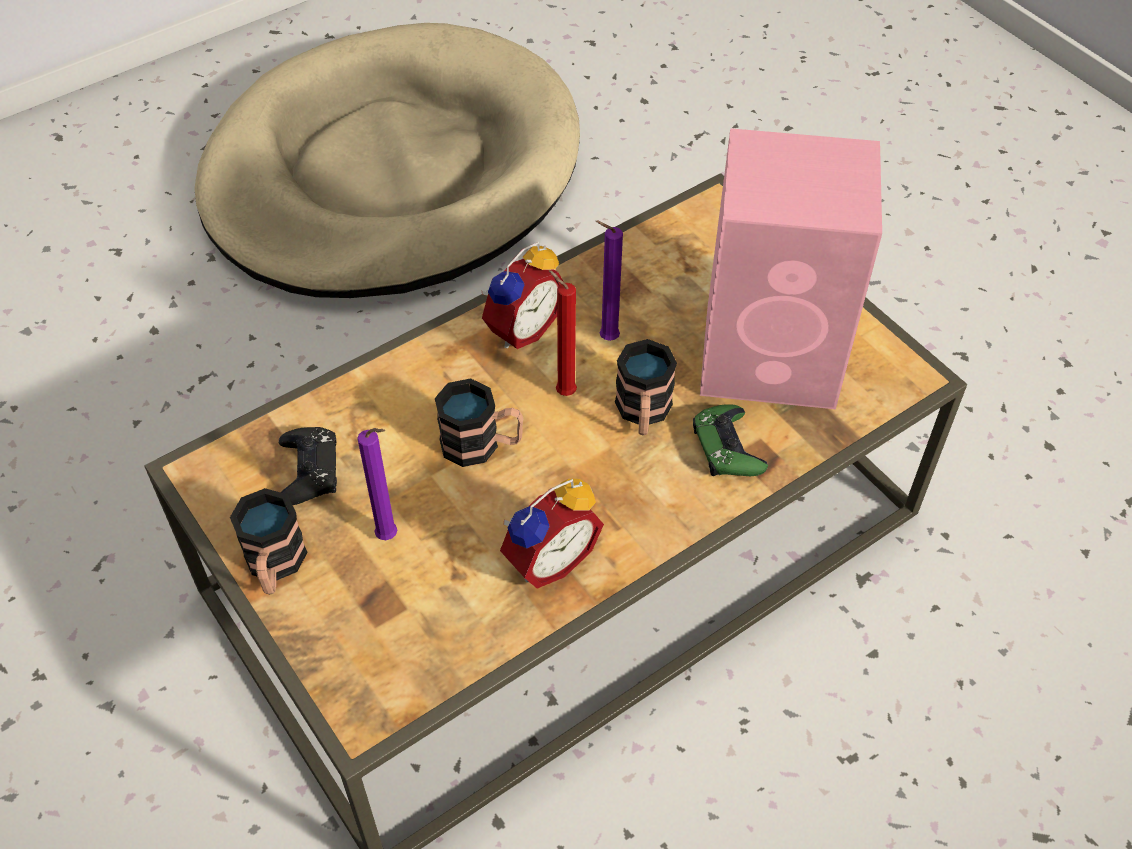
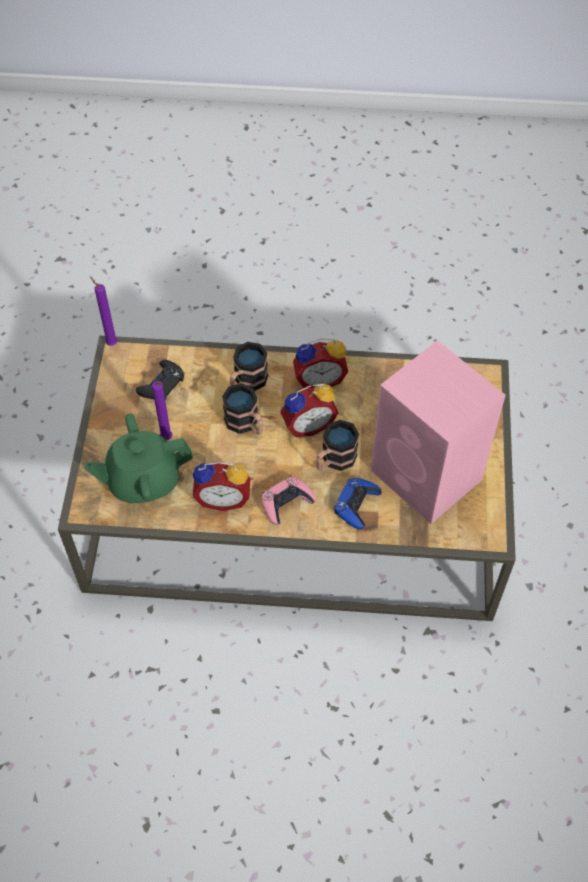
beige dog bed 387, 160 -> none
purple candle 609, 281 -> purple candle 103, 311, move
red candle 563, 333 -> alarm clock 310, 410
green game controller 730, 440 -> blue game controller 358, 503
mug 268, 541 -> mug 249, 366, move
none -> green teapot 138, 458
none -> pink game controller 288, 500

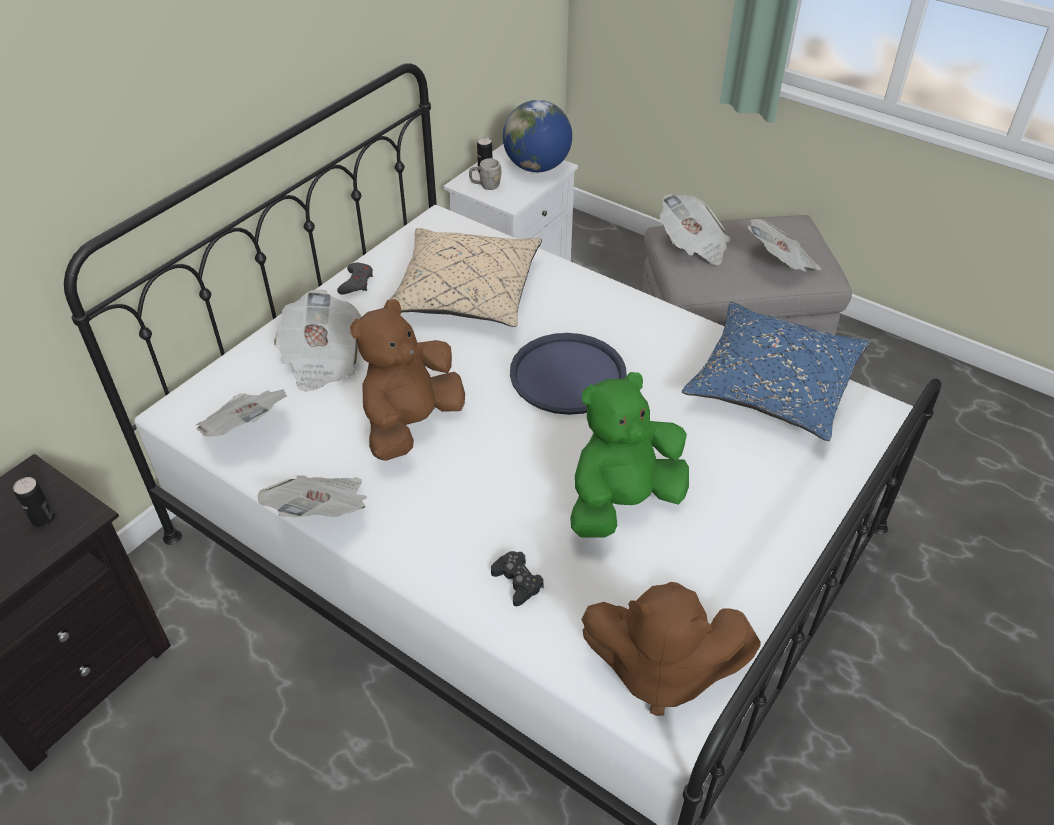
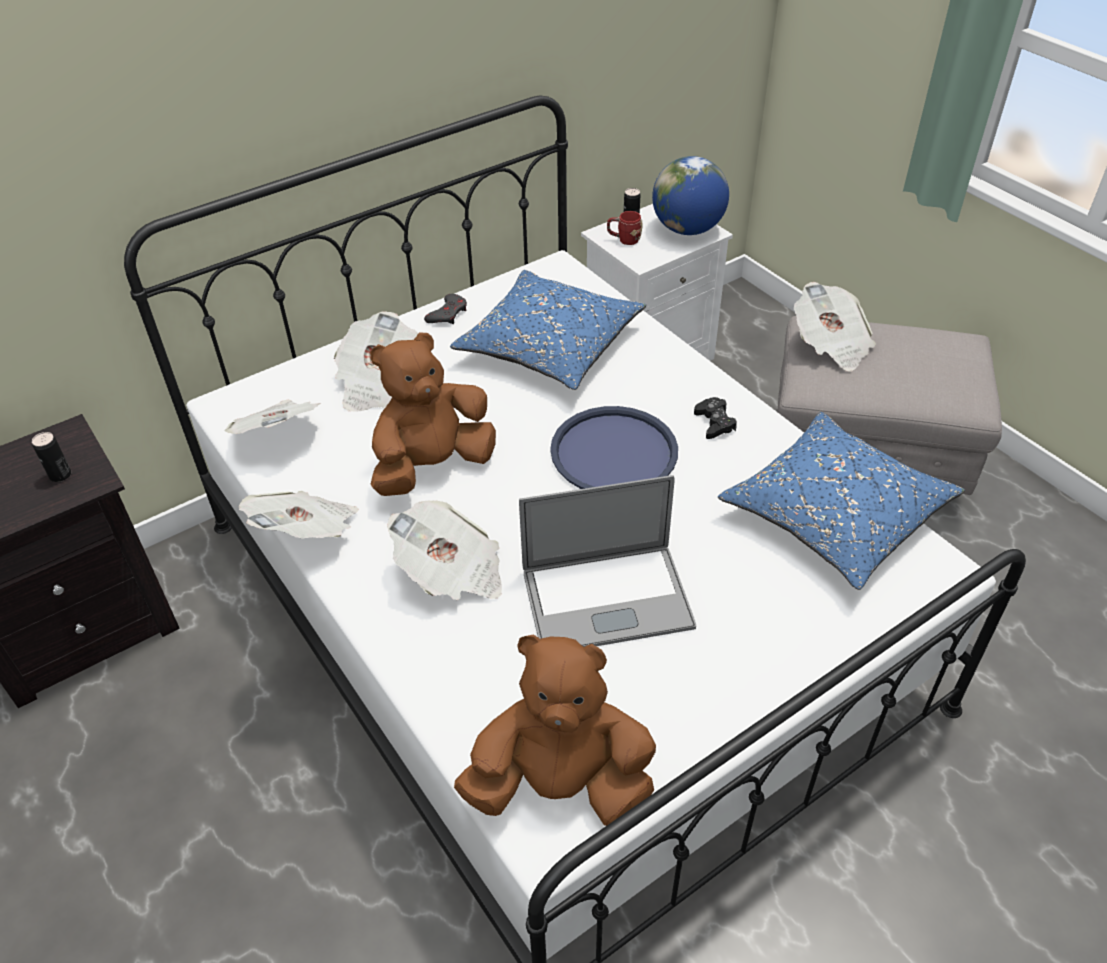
grey mug 485, 174 -> red mug 624, 228
newspaper 784, 245 -> newspaper 444, 550, move
beige pillow 465, 277 -> blue pillow 548, 330
green plush toy 629, 454 -> laptop 607, 561
black game controller 517, 578 -> black game controller 715, 418, move
brown plush toy 671, 649 -> brown plush toy 555, 730, 150 degrees clockwise

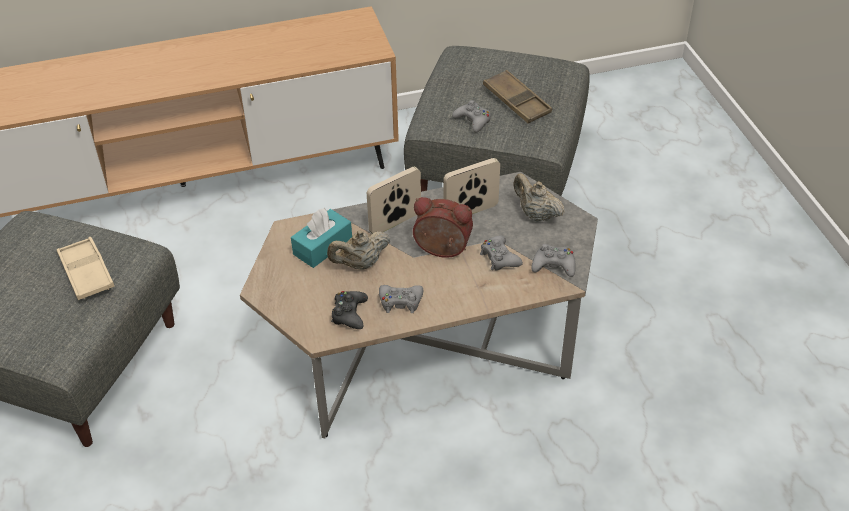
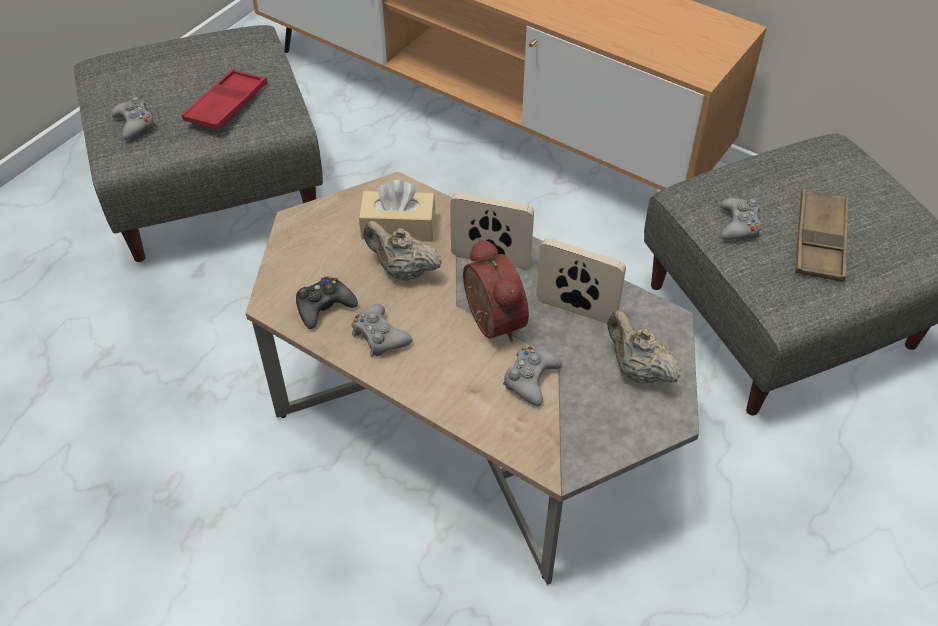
beige teapot 539, 198 -> beige teapot 644, 346, 45 degrees counterclockwise
turquoise tissue box 321, 238 -> beige tissue box 397, 211
beige tray 86, 268 -> red tray 225, 99
grey game controller 553, 260 -> grey game controller 133, 118, move

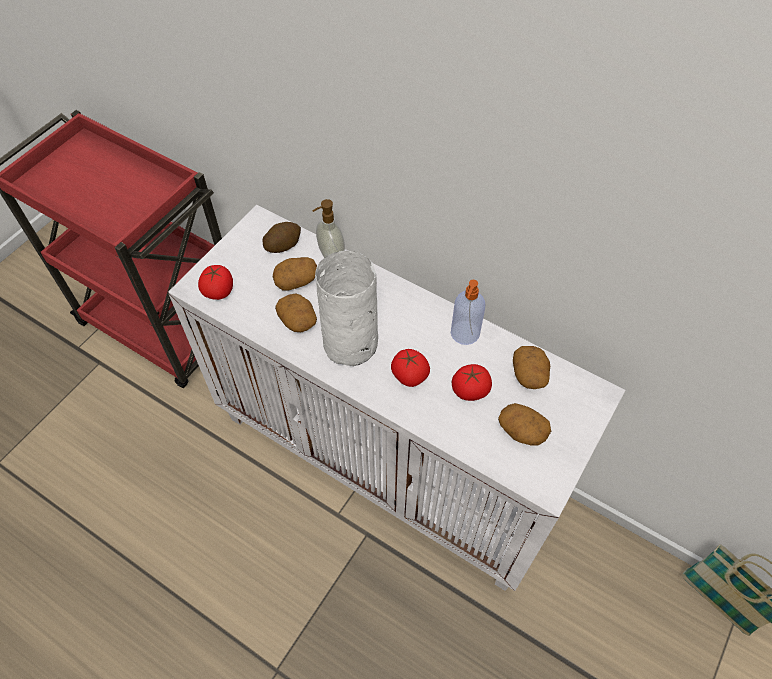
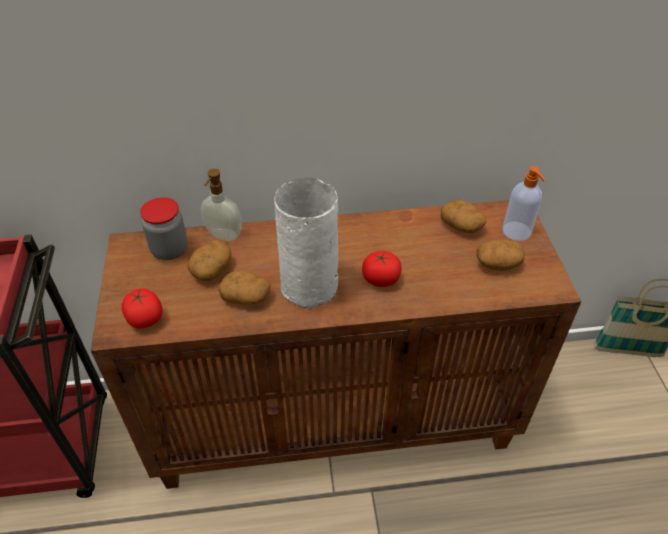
white cabinet 397, 398 -> brown cabinet 336, 344
potato 282, 237 -> jar 164, 228
soap dispenser 468, 312 -> soap dispenser 523, 203, move
tomato 472, 382 -> none

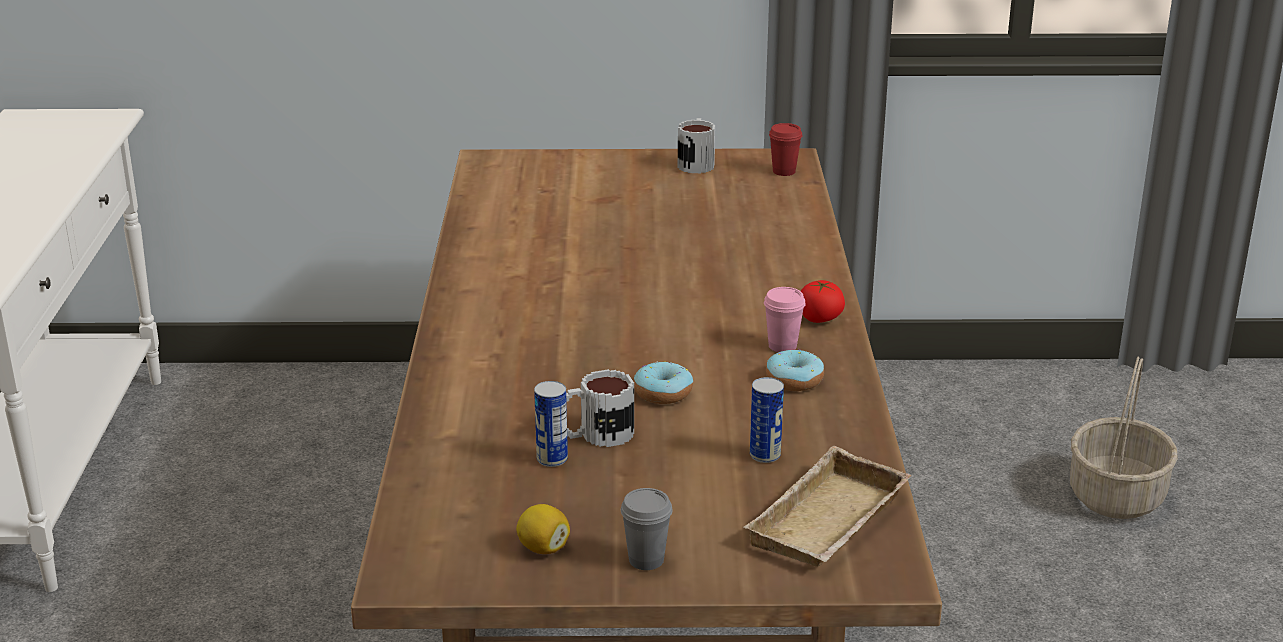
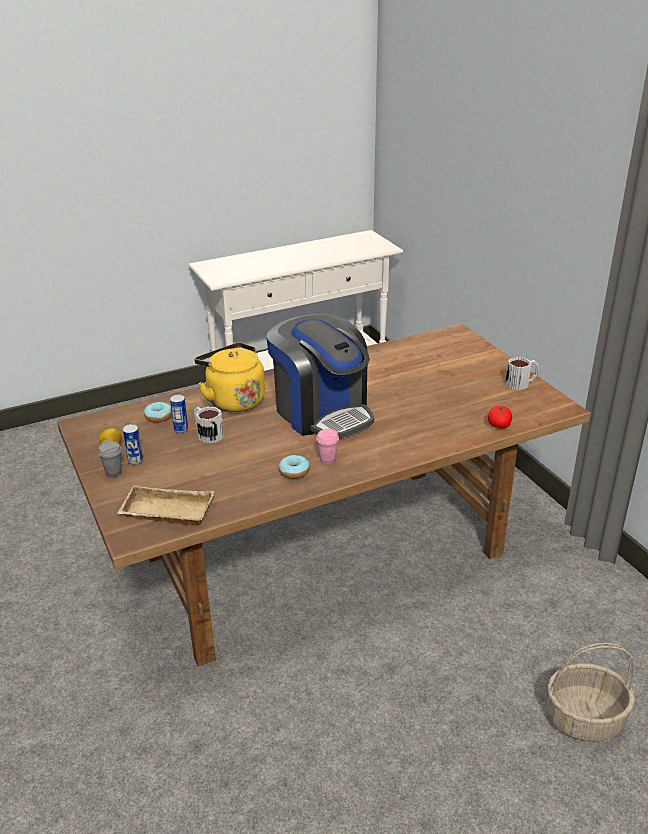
red cup 786, 149 -> none
tomato 823, 301 -> tomato 500, 417, move
donut 663, 382 -> donut 158, 412, move
can 767, 420 -> can 133, 444, move
none -> coffee machine 320, 376
none -> yellow kettle 229, 377

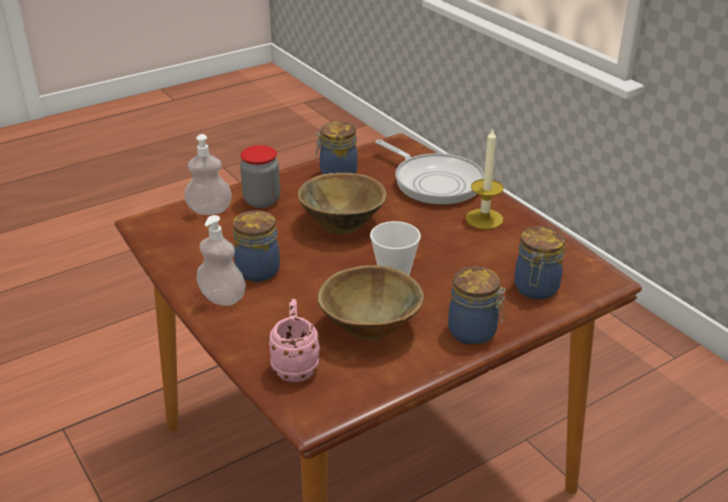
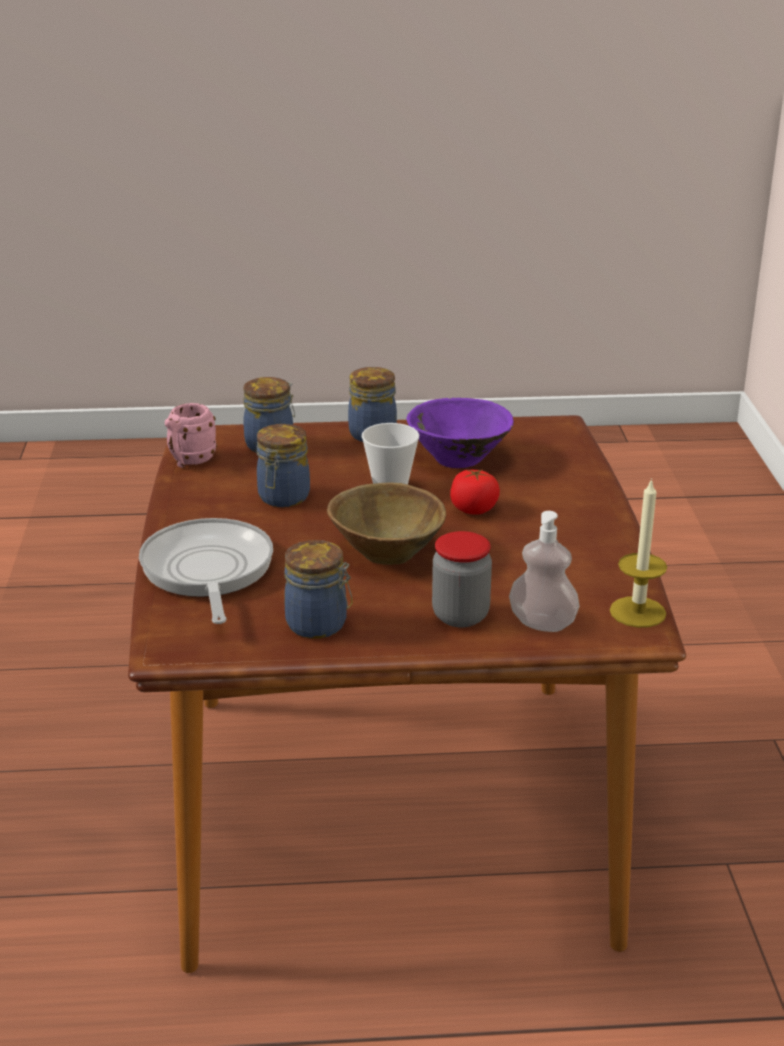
candle 485, 178 -> candle 638, 553, move
jar 256, 246 -> jar 283, 465, move
soap dispenser 221, 260 -> none
brown bowl 371, 303 -> purple bowl 460, 433
pink mug 294, 340 -> pink mug 191, 435, move
none -> tomato 475, 492

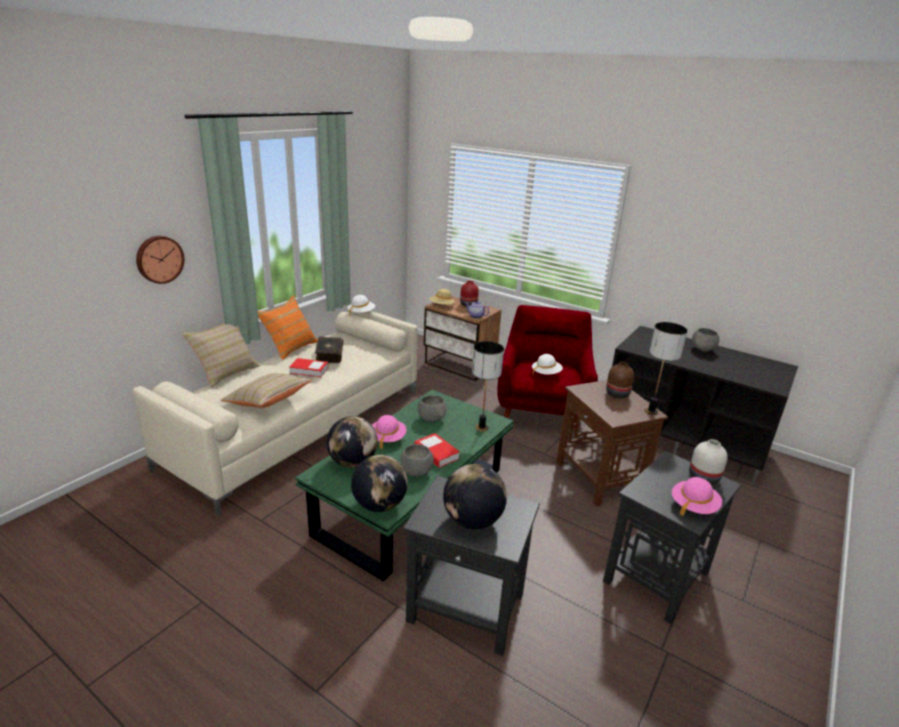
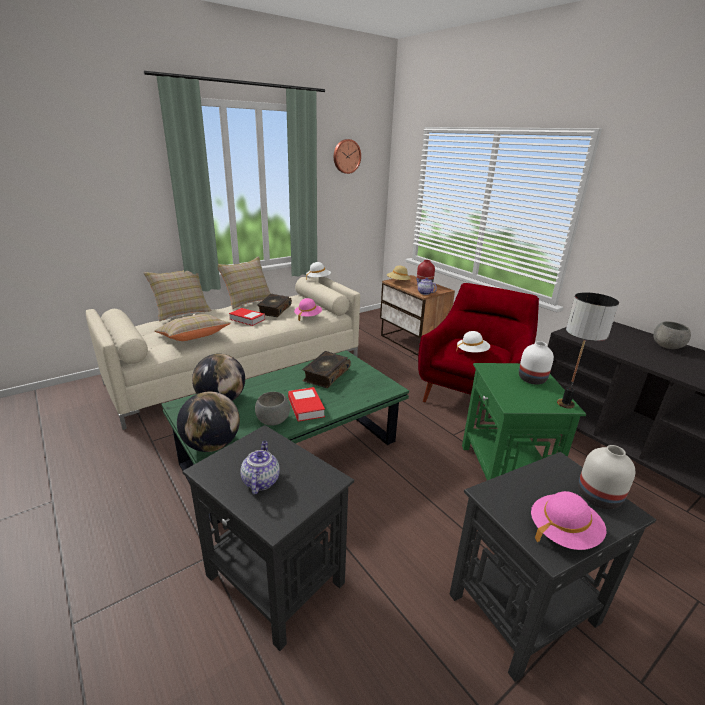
wall clock 160, 260 -> wall clock 347, 156, move
orange pillow 288, 327 -> beige pillow 244, 282
table lamp 488, 386 -> none
brown vase 620, 380 -> white vase 536, 363
brown side table 612, 443 -> green side table 524, 421
grey bowl 432, 408 -> book 326, 369
pink hat 389, 432 -> pink hat 308, 309, move
globe 475, 496 -> teapot 260, 467

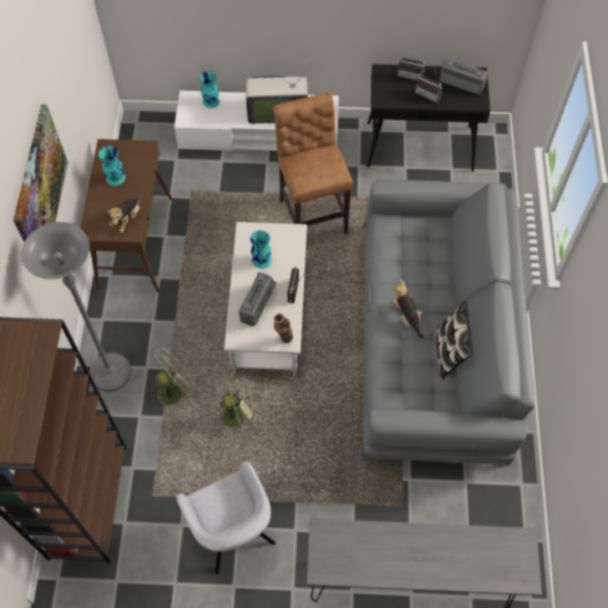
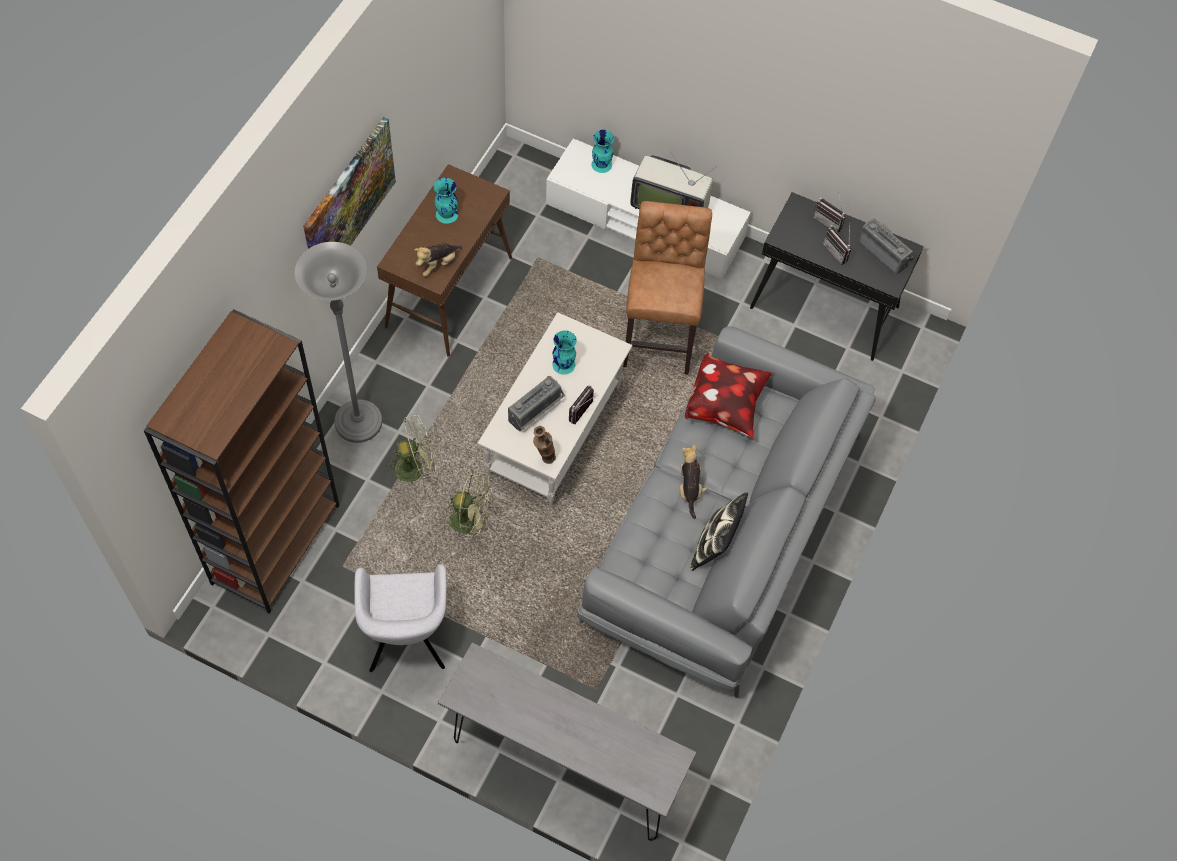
none -> pillow 728, 395

